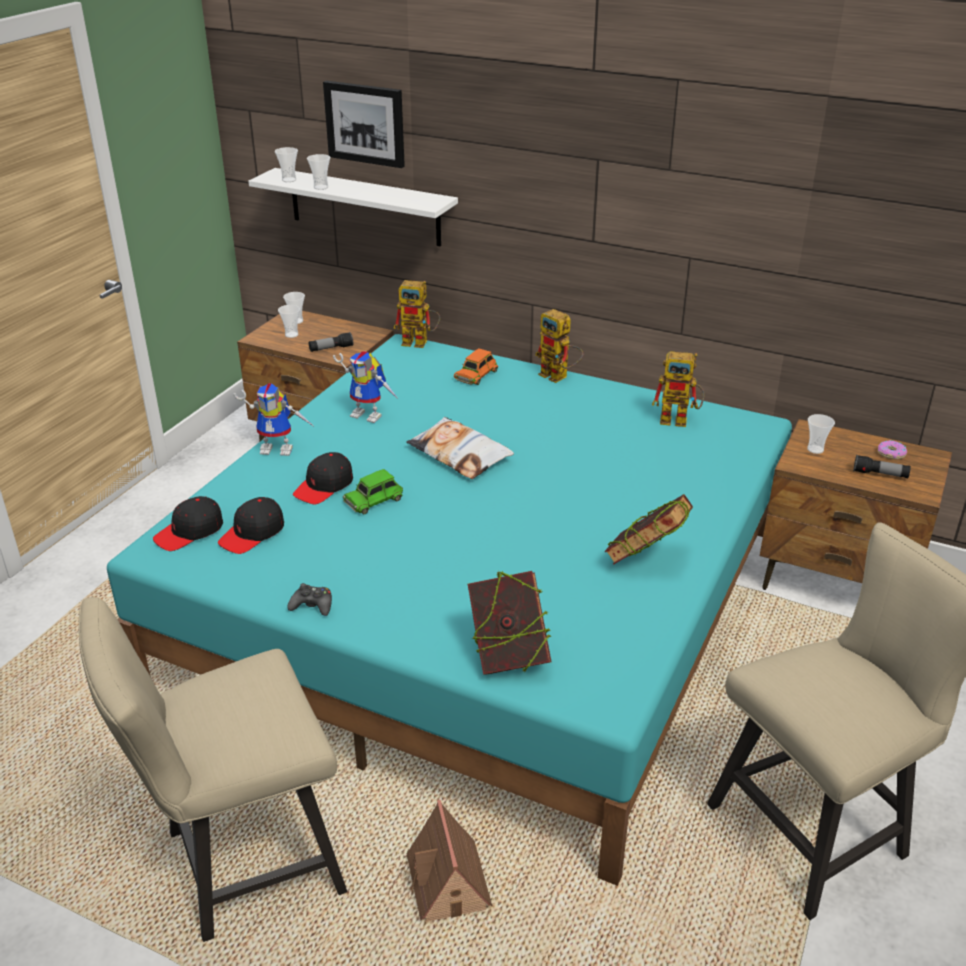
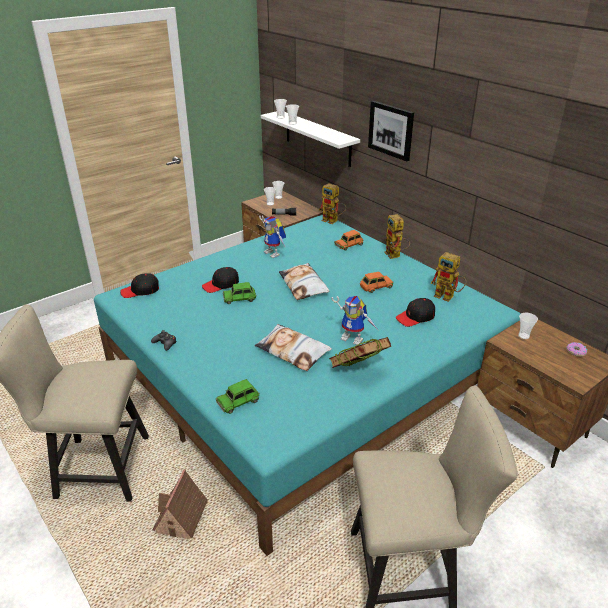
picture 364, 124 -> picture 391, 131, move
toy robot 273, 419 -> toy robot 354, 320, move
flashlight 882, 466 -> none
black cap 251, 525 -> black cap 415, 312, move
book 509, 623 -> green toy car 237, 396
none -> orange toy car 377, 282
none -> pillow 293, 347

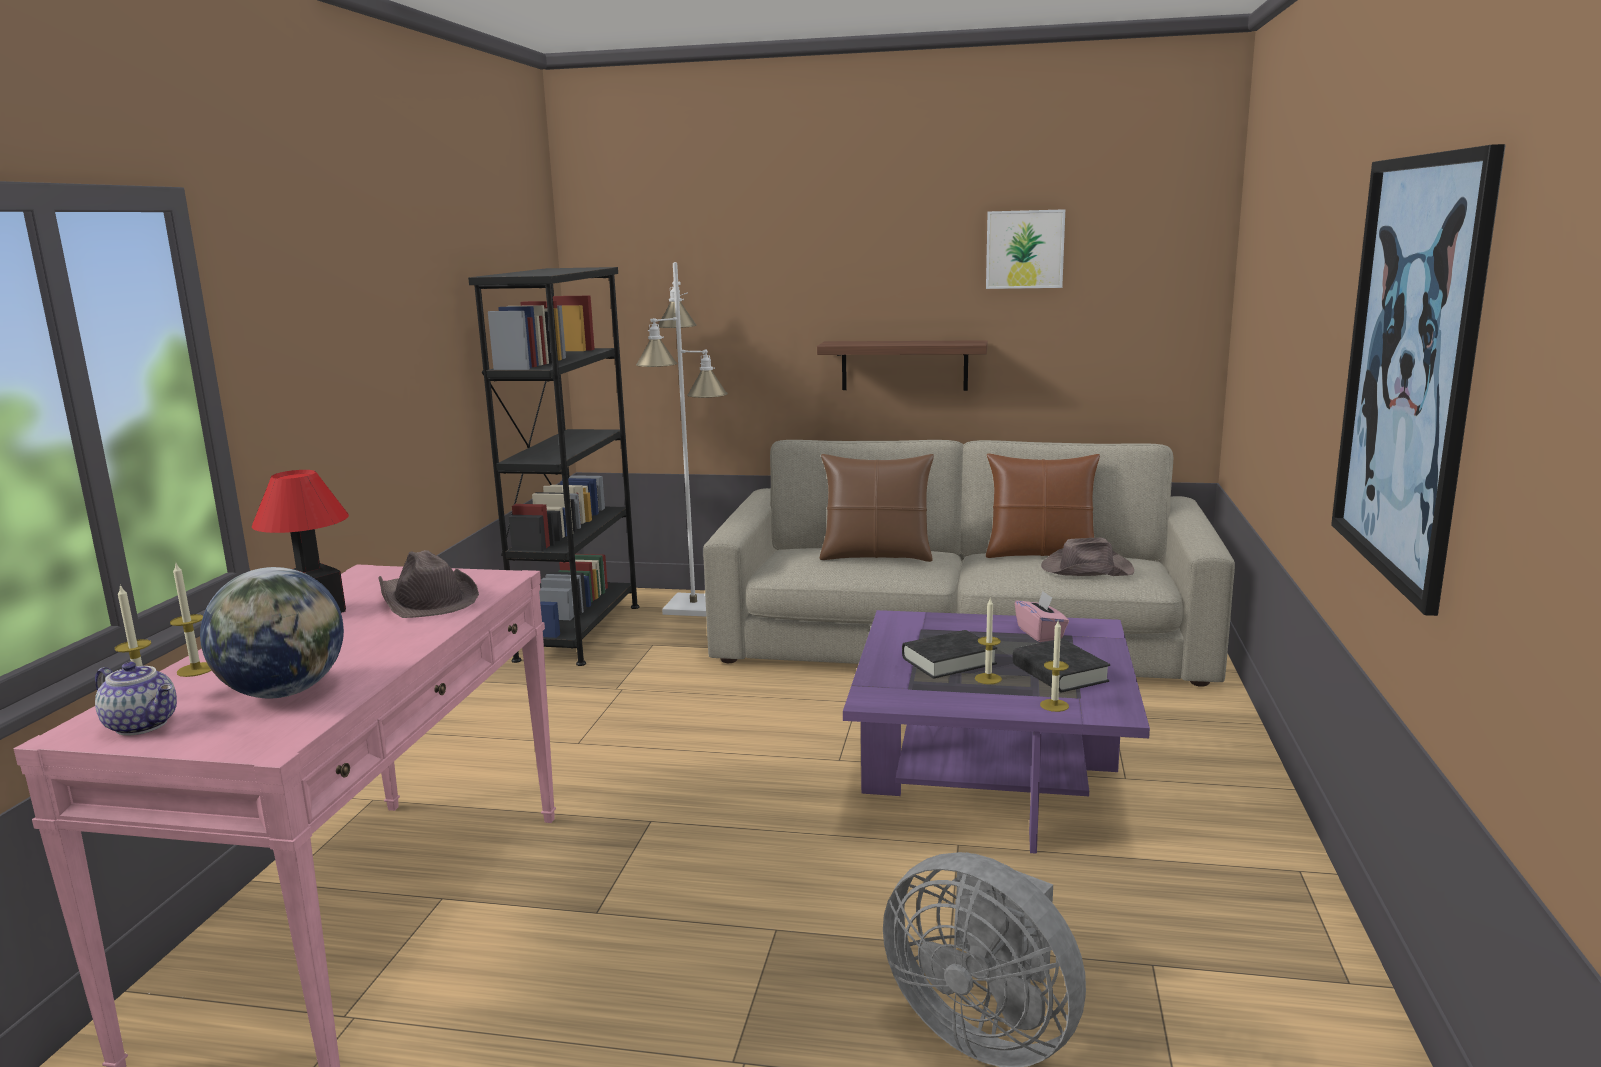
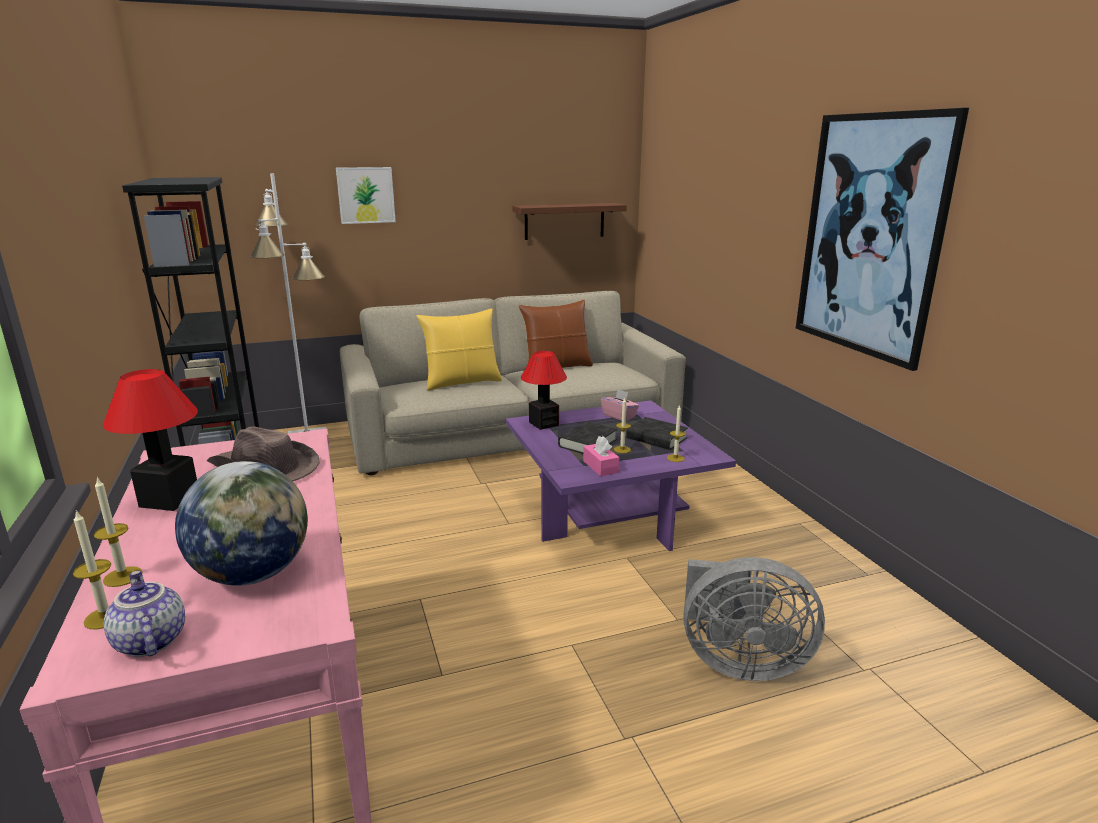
picture 1025, 249 -> picture 366, 195, move
shelf 902, 365 -> shelf 569, 221, move
brown pillow 877, 508 -> yellow pillow 459, 349
brown hat 1087, 556 -> none
teapot 136, 698 -> teapot 144, 614, 120 degrees counterclockwise
none -> table lamp 544, 390
none -> pink tissue box 601, 456

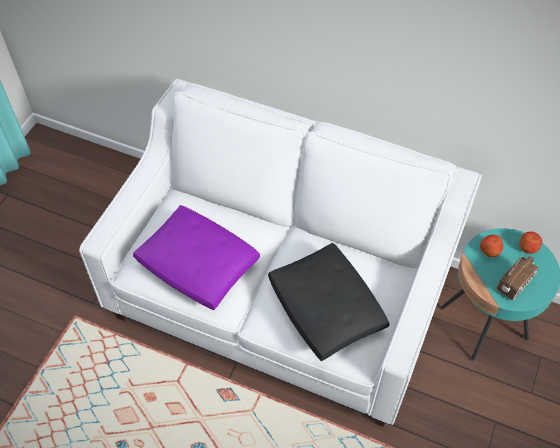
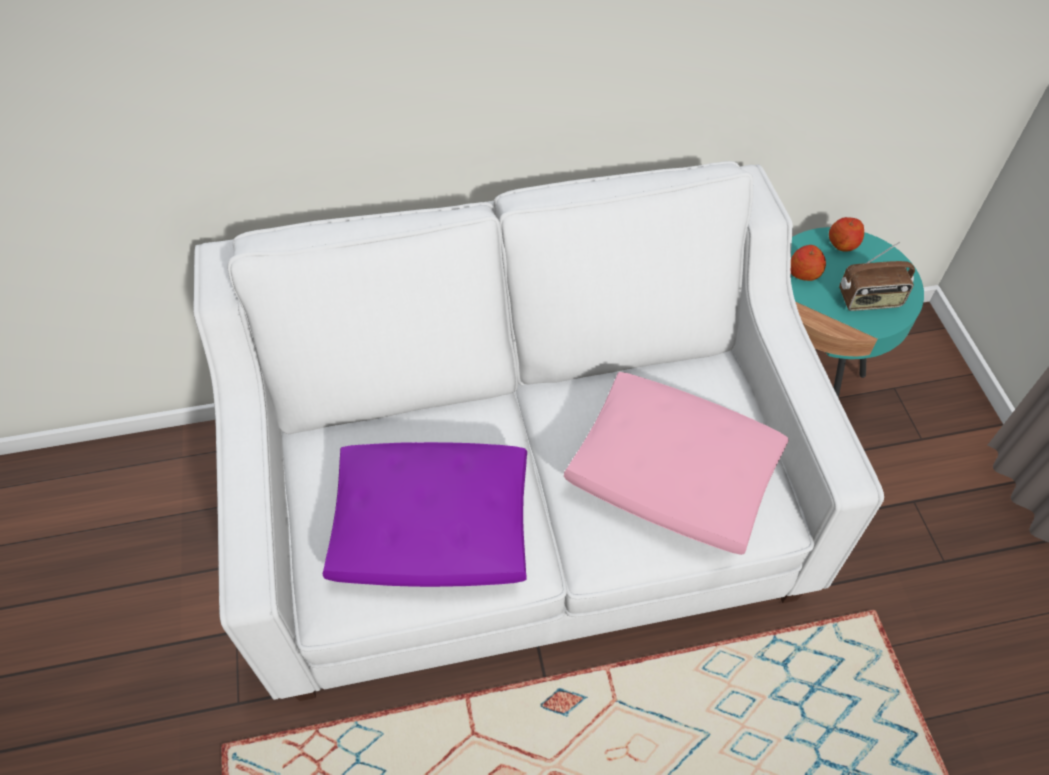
black pillow 328, 302 -> pink pillow 676, 463
radio 517, 276 -> radio 877, 276, 75 degrees clockwise

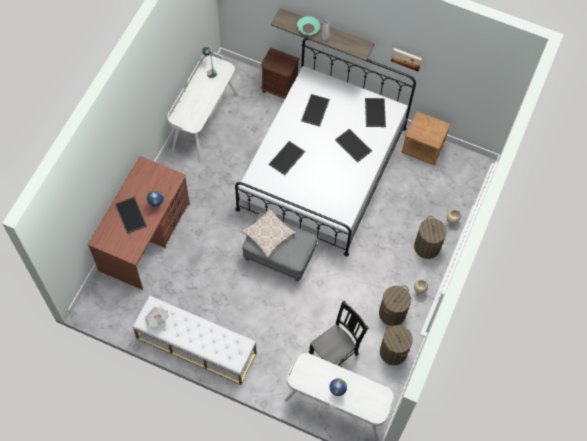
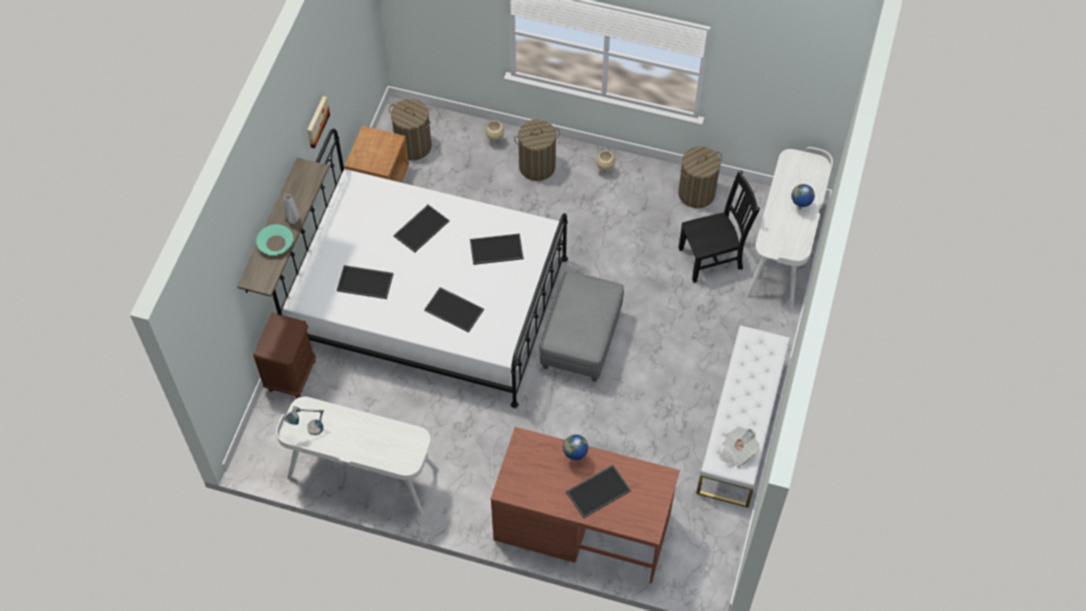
tray 375, 112 -> tray 497, 249, move
pillow 268, 233 -> none
laundry basket 395, 306 -> laundry basket 410, 129, move
black chair 339, 333 -> black chair 719, 226, 120 degrees clockwise

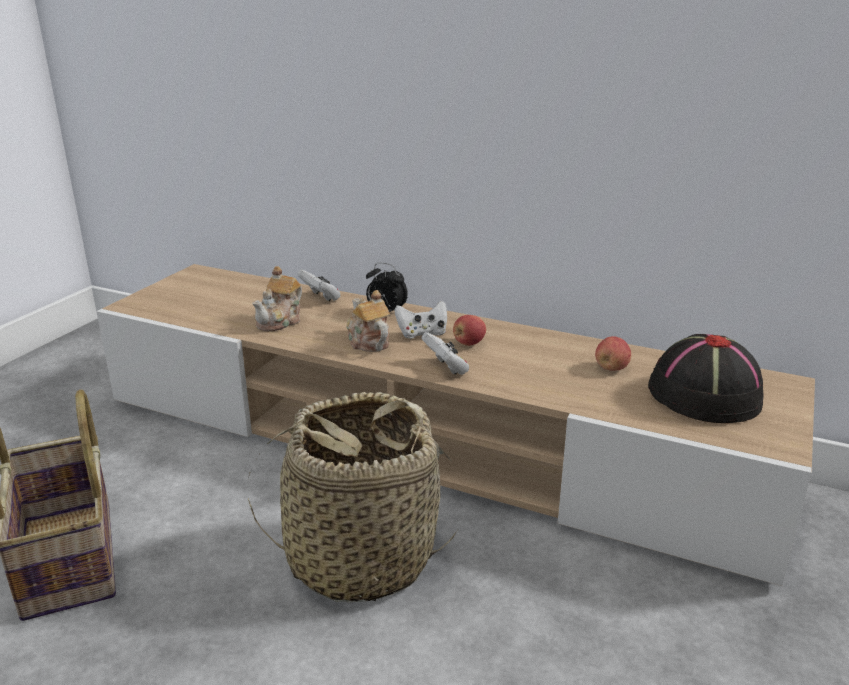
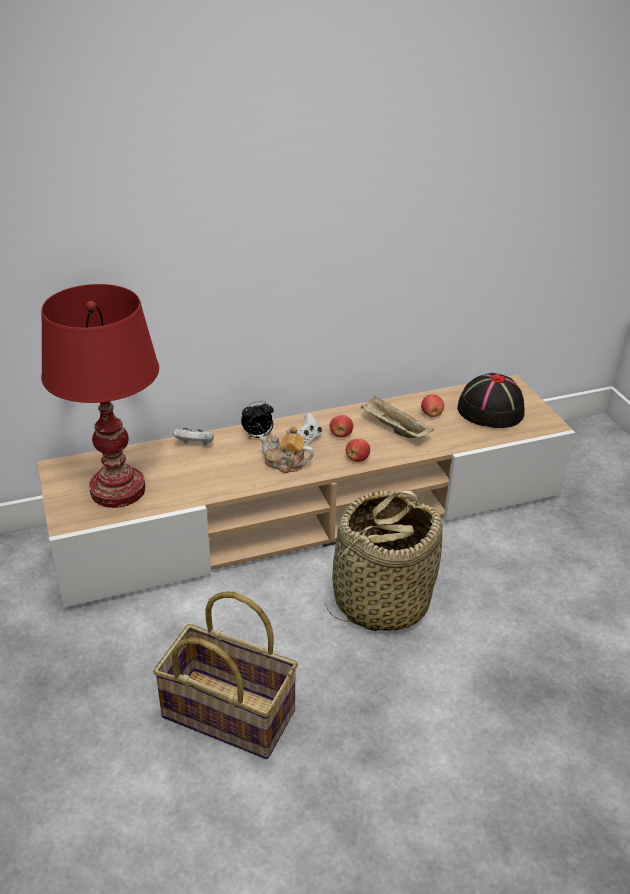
teapot 277, 298 -> none
white game controller 445, 353 -> apple 358, 450
none -> red table lamp 100, 396
none -> beige tray 397, 417

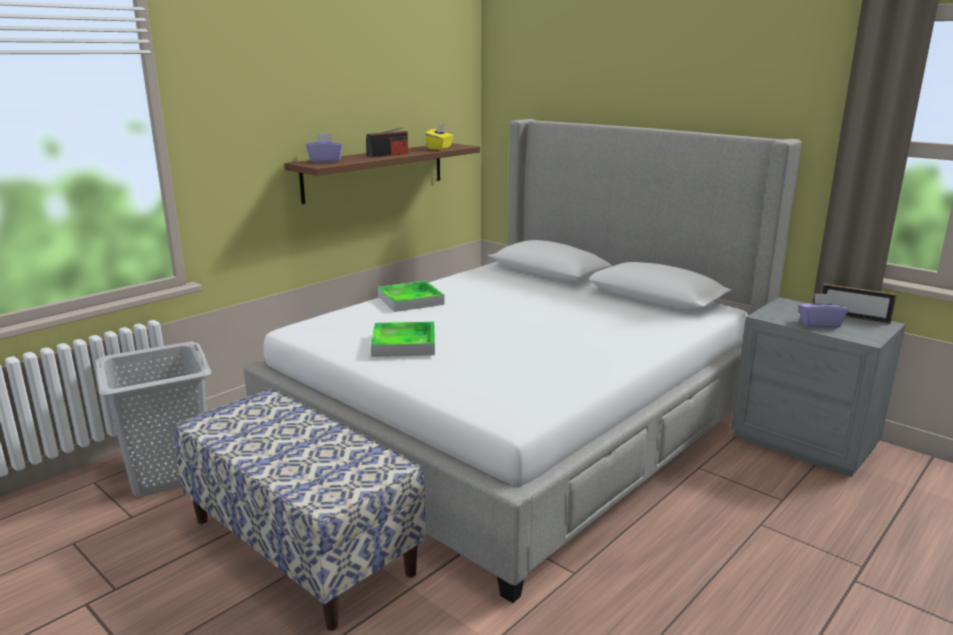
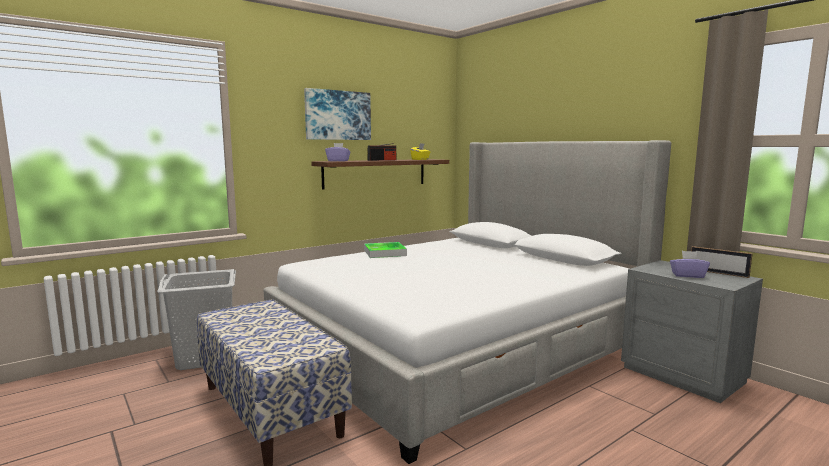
tray 403, 339 -> none
none -> picture 337, 114

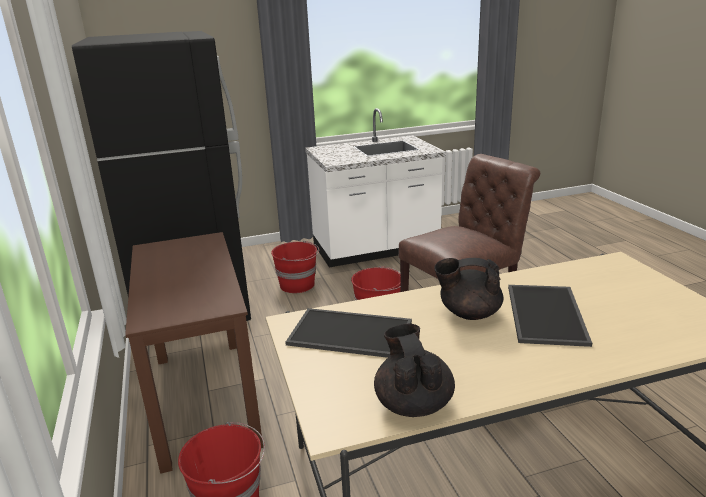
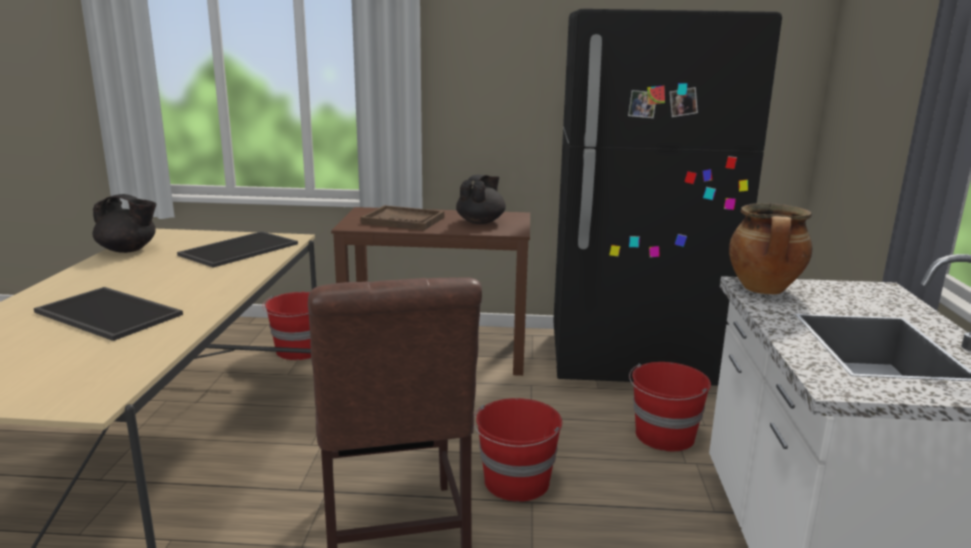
black teapot 469, 289 -> black teapot 481, 199, move
none -> cooking pot 770, 249
none -> brown tray 402, 218

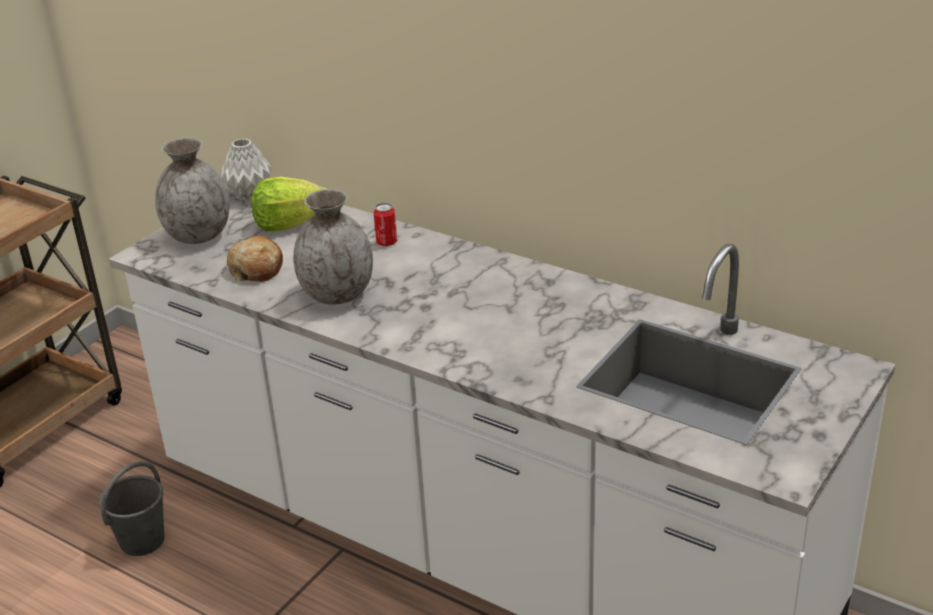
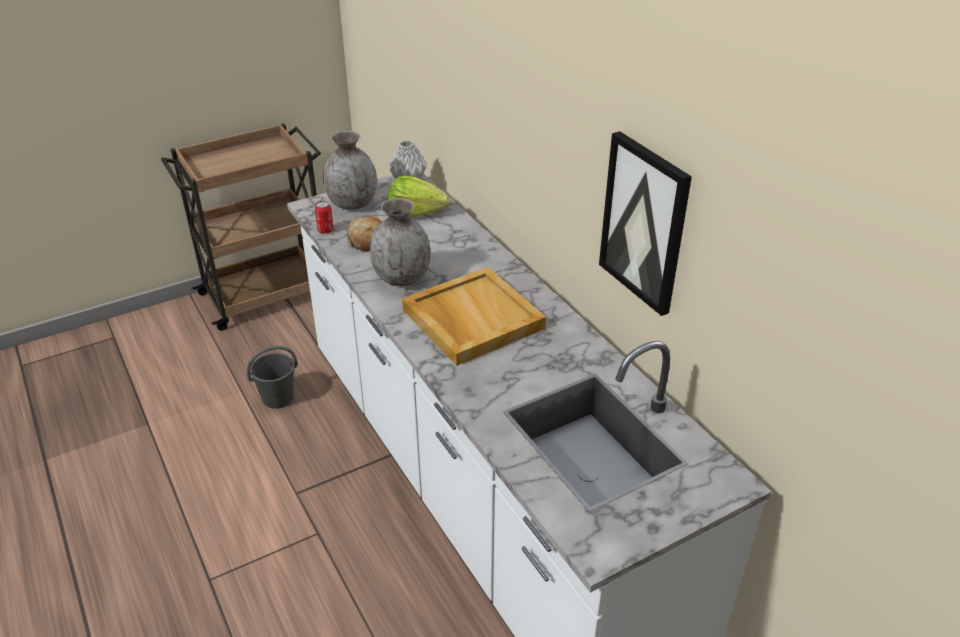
can 385, 224 -> can 324, 217, move
none -> picture 645, 223
none -> beige tray 474, 316

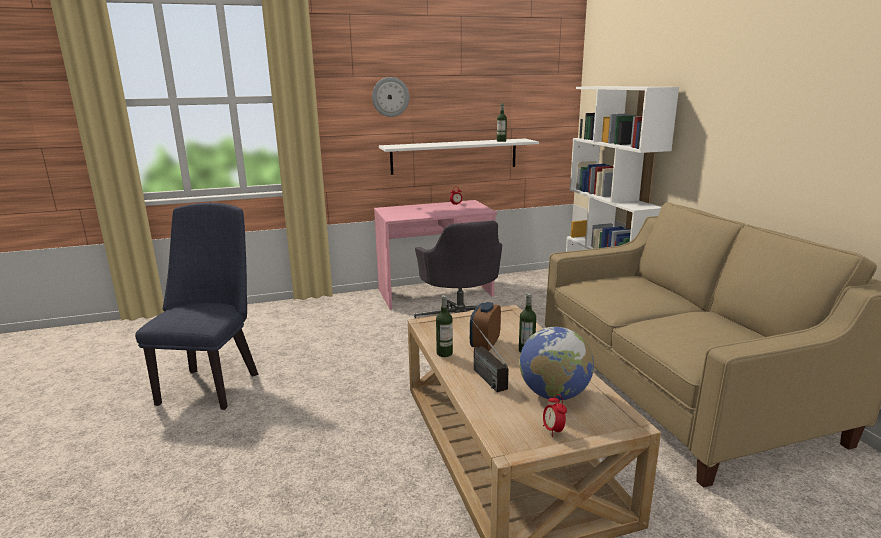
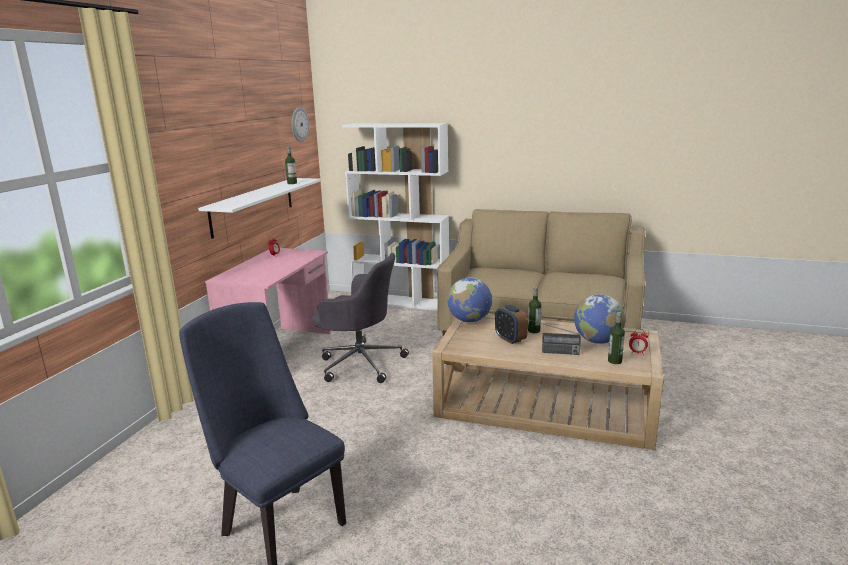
wall clock 390, 97 -> wall clock 300, 124, move
bottle 444, 326 -> bottle 616, 338, move
none -> globe 469, 300

